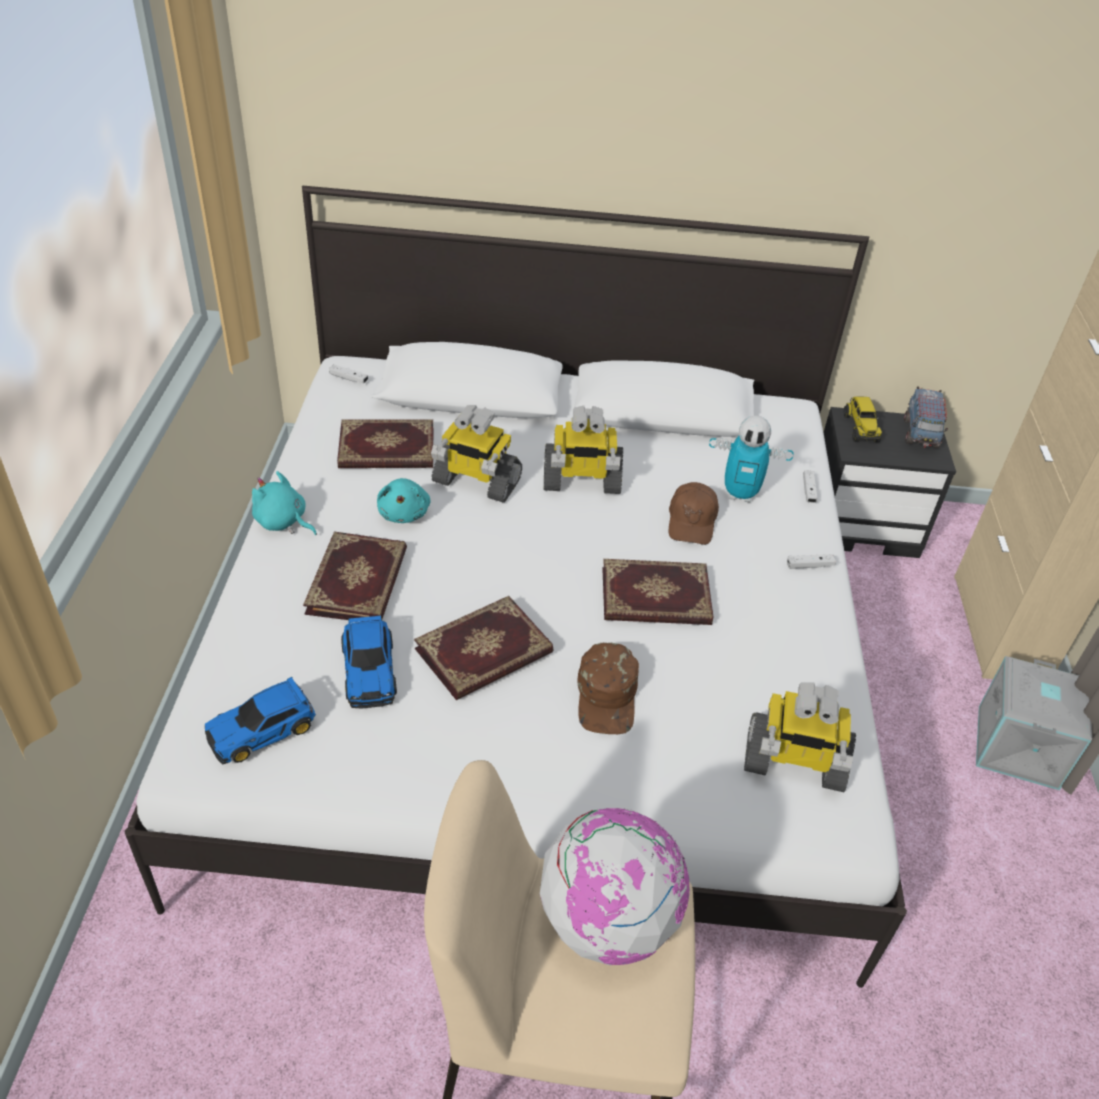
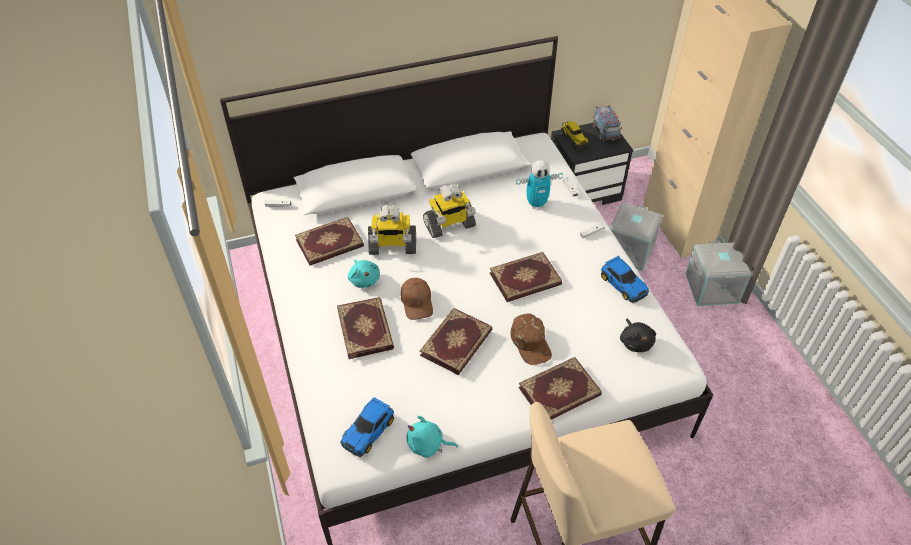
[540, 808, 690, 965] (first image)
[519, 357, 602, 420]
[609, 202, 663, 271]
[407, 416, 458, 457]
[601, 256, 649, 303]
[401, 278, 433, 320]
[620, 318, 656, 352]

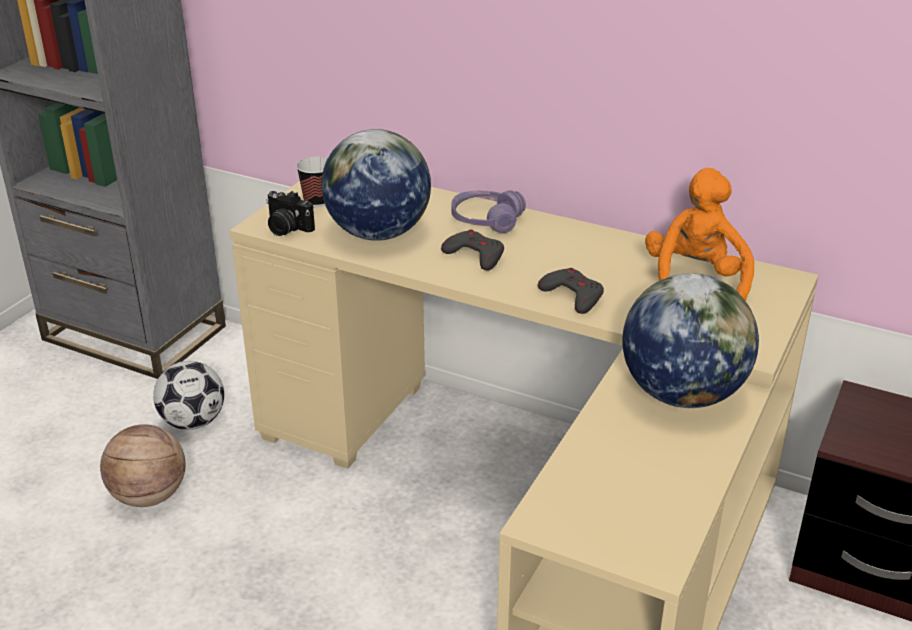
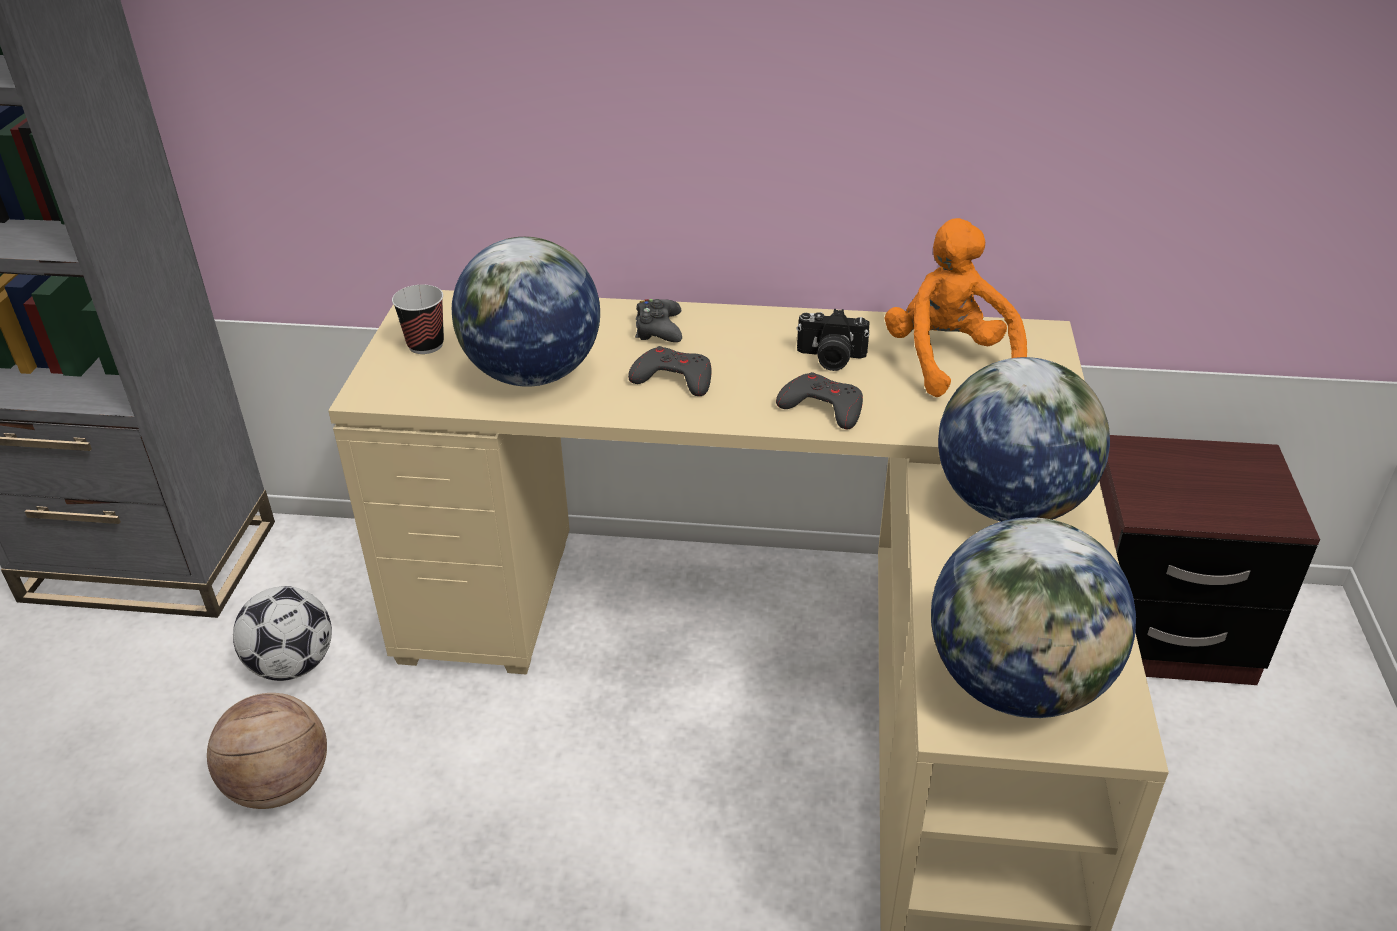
[931, 517, 1136, 718]
[797, 309, 870, 371]
[635, 299, 682, 342]

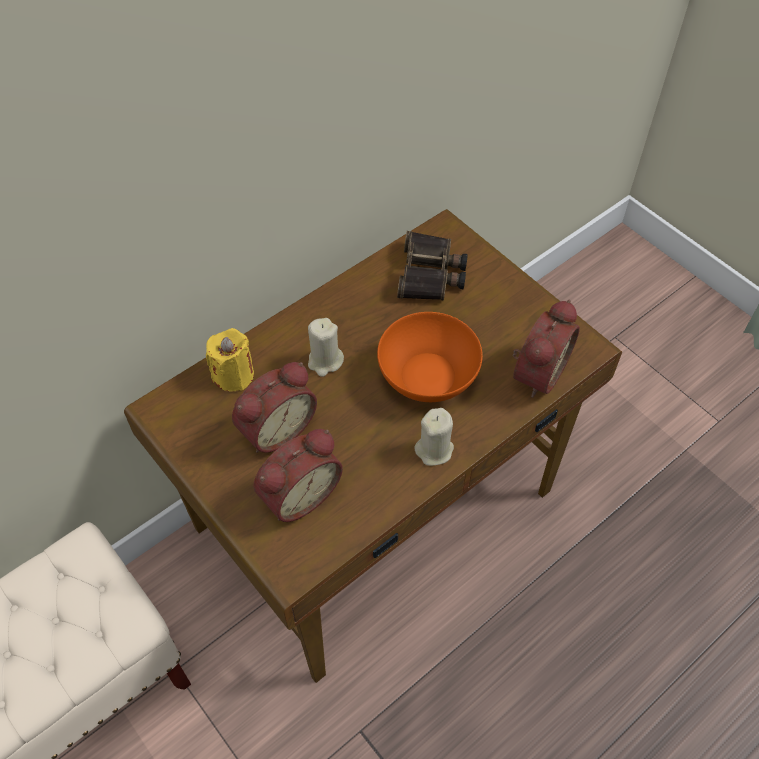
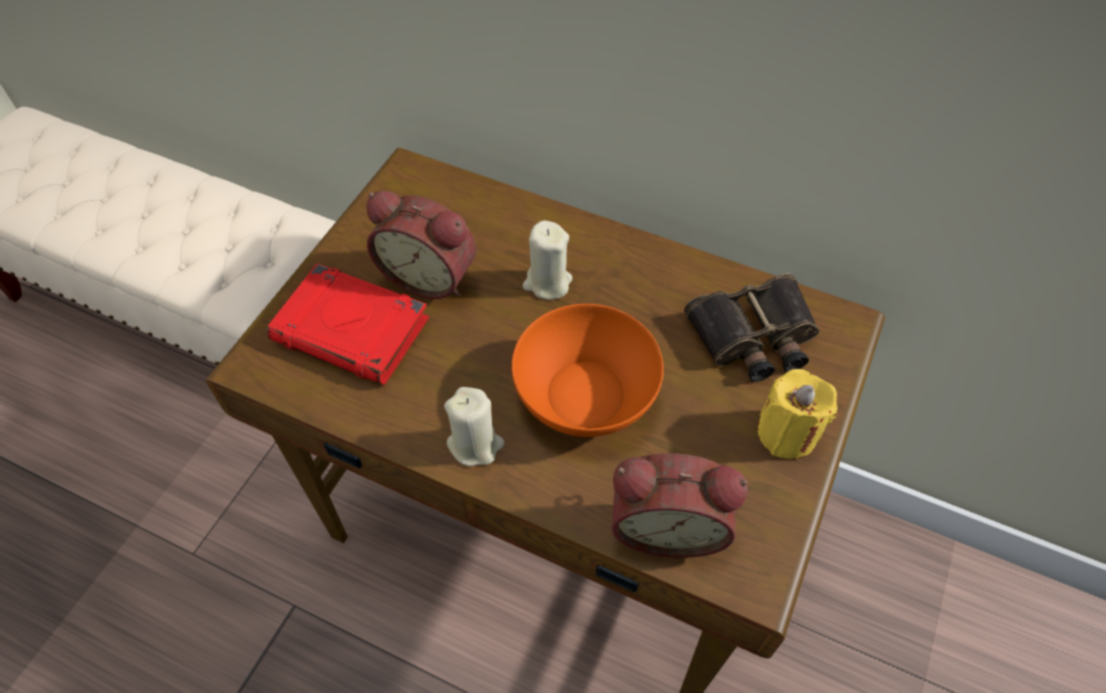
[758, 369, 838, 459]
[267, 263, 429, 385]

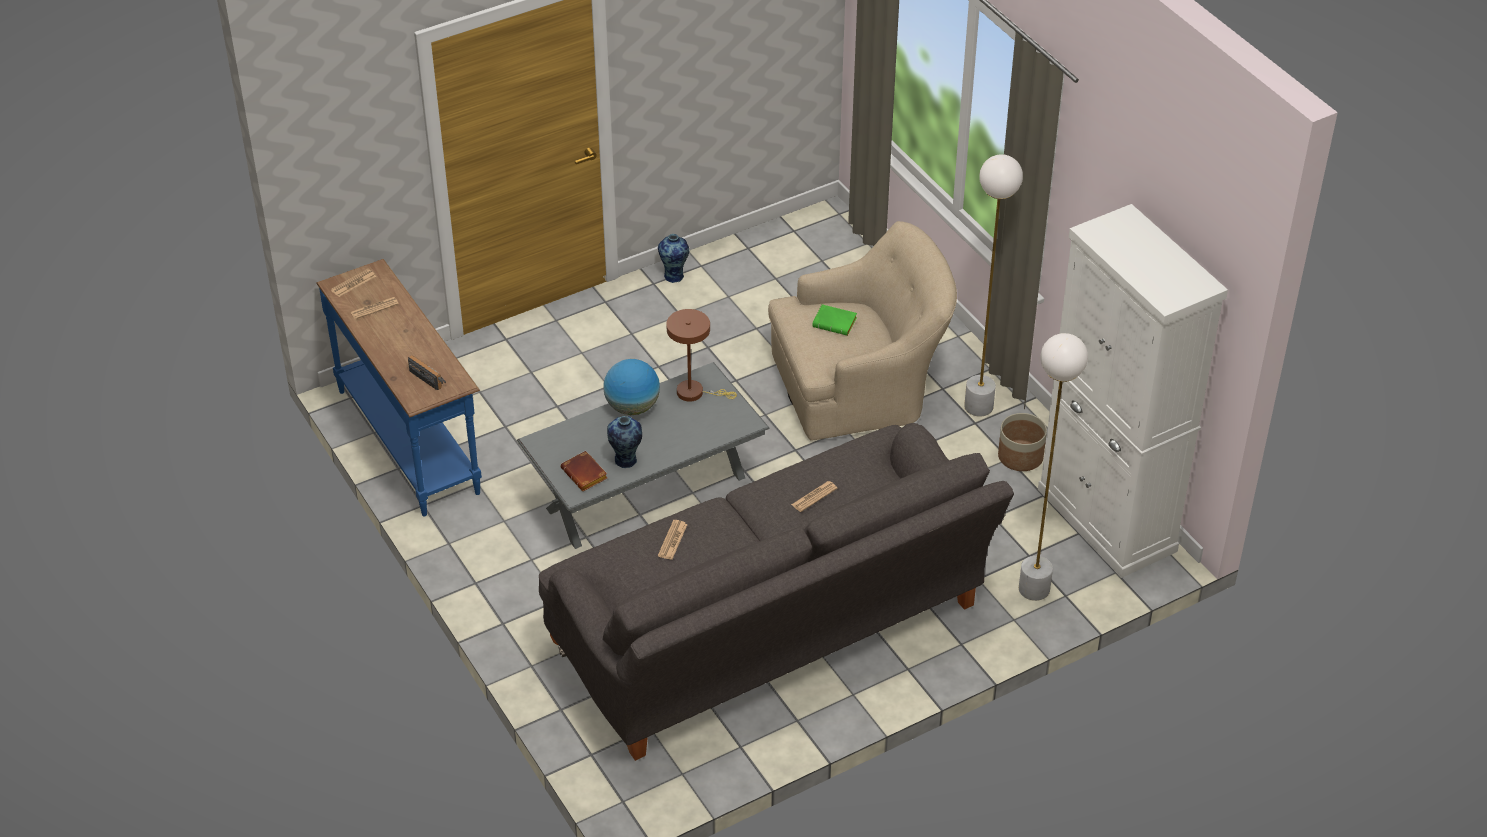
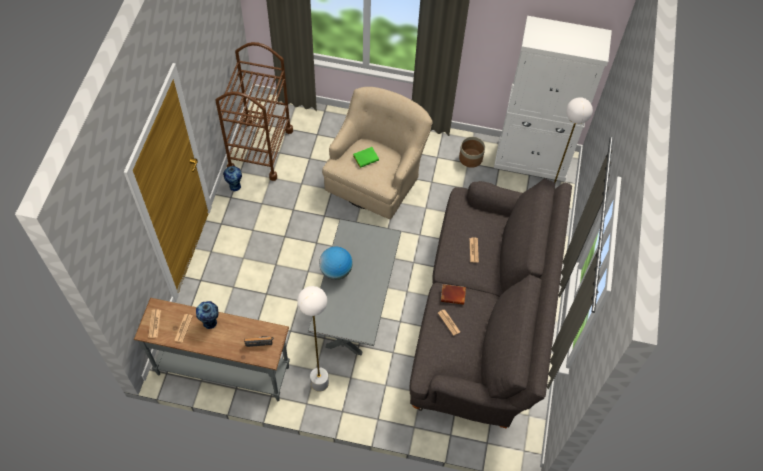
[666, 309, 737, 402] (first image)
[216, 42, 293, 181]
[441, 284, 466, 305]
[196, 301, 218, 329]
[297, 286, 329, 392]
[134, 298, 290, 401]

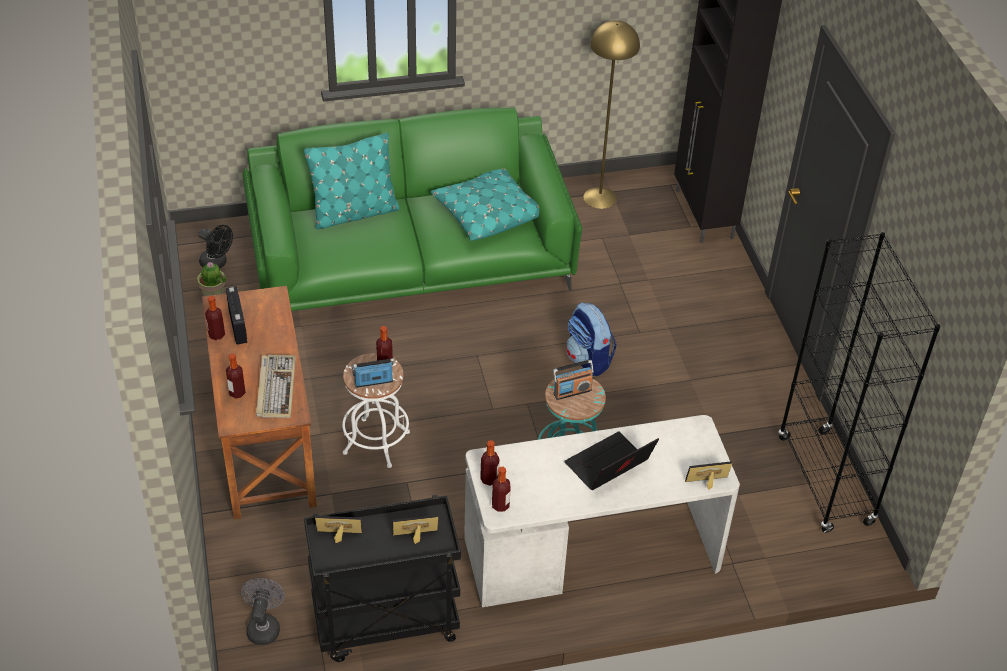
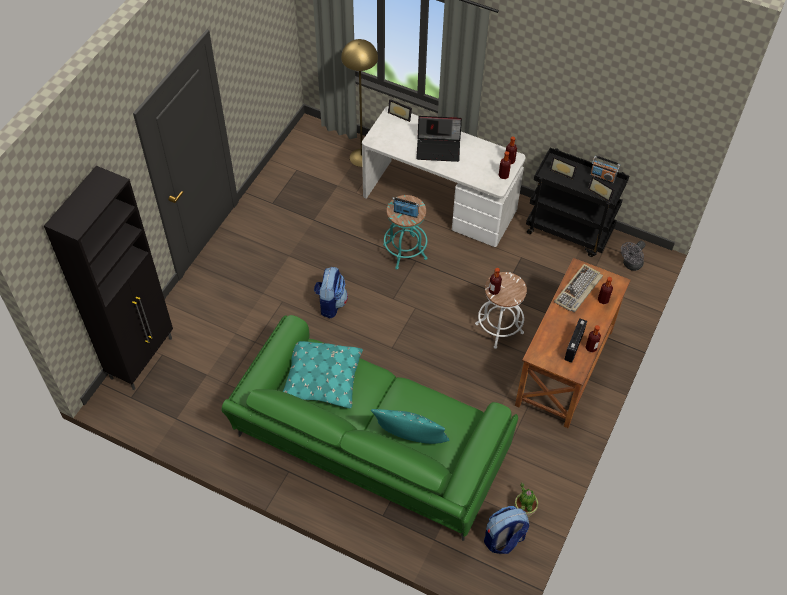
[778, 232, 941, 533] (first image)
[590, 155, 620, 183]
[341, 39, 378, 167]
[484, 506, 529, 554]

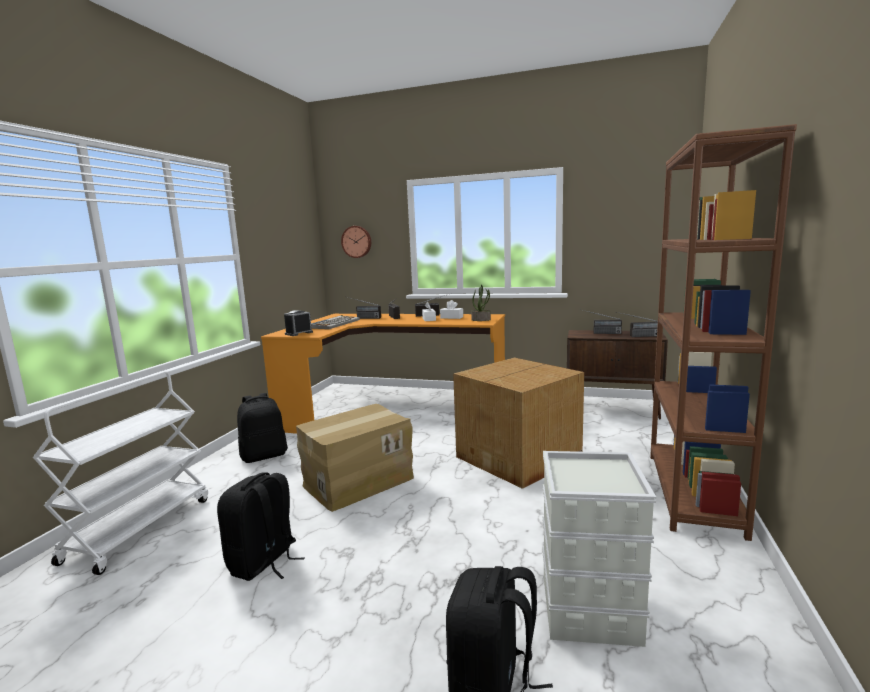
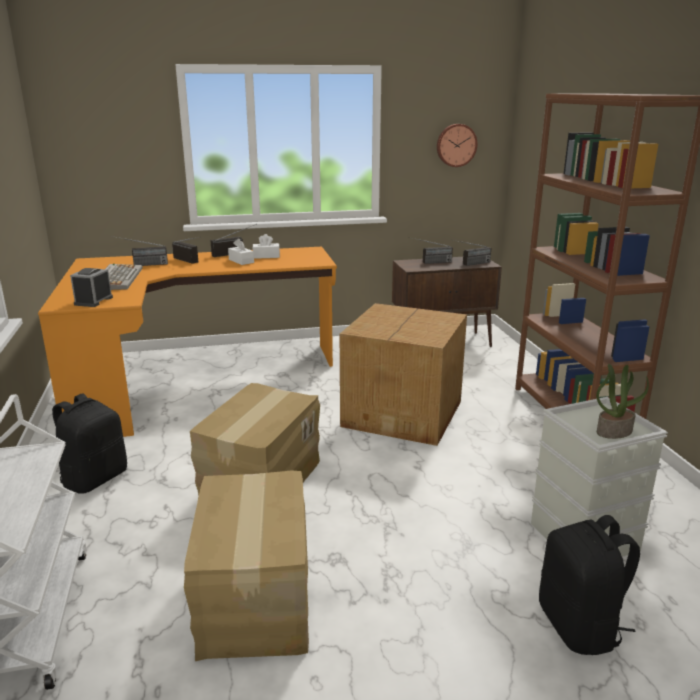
[437, 124, 477, 167]
[596, 364, 649, 439]
[184, 470, 309, 661]

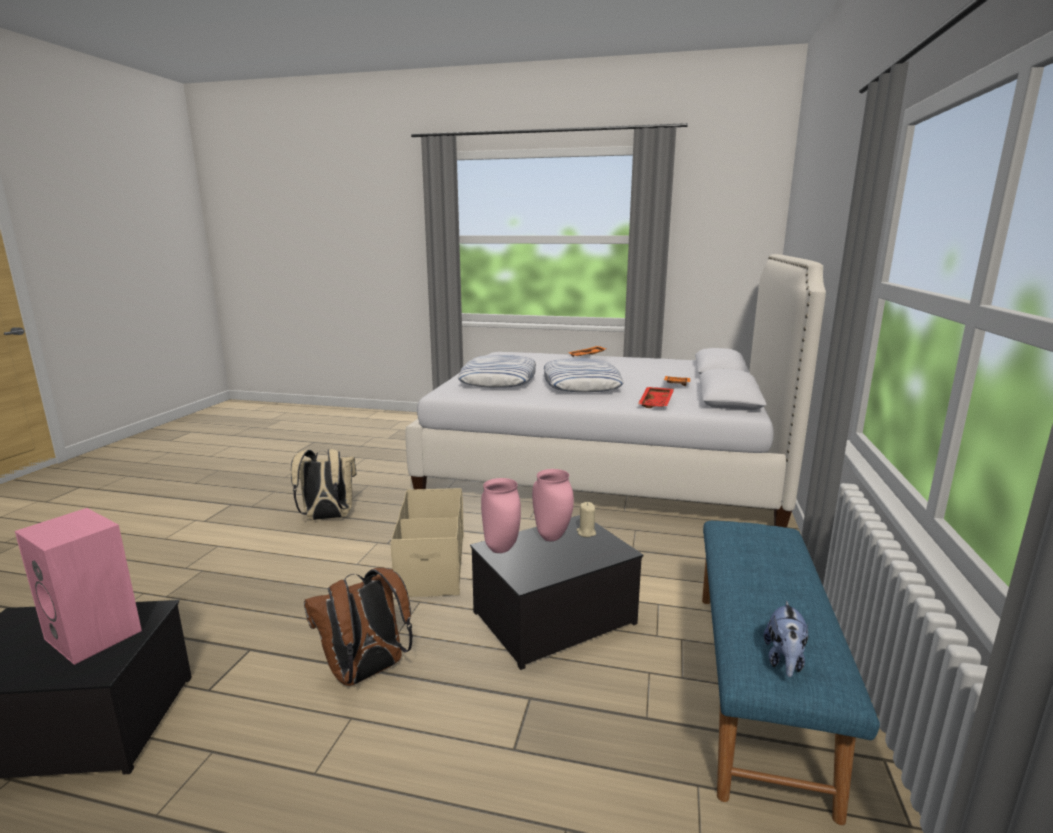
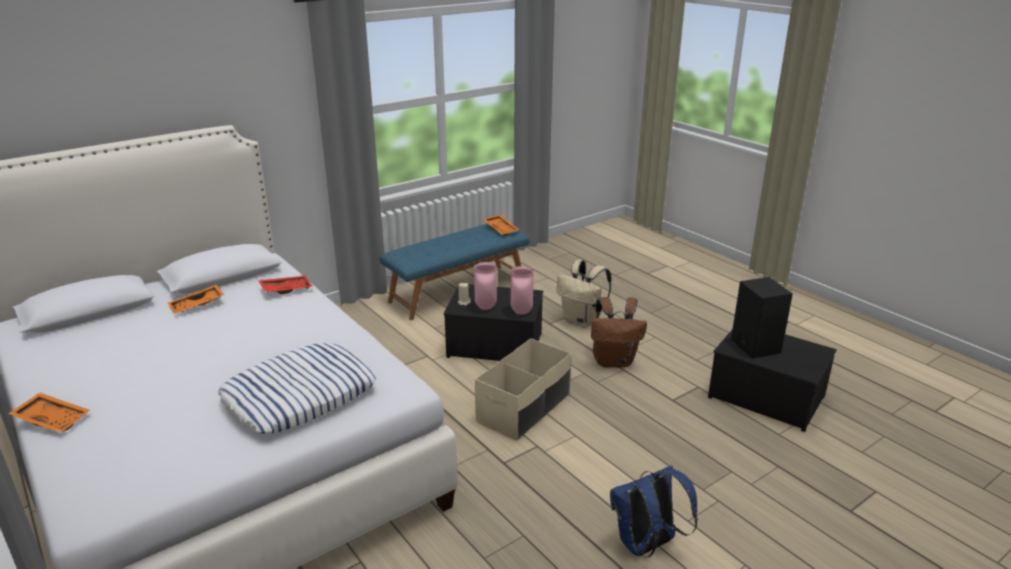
[544, 358, 624, 392] (first image)
[610, 465, 698, 558]
[556, 260, 611, 327]
[483, 215, 519, 236]
[731, 277, 793, 358]

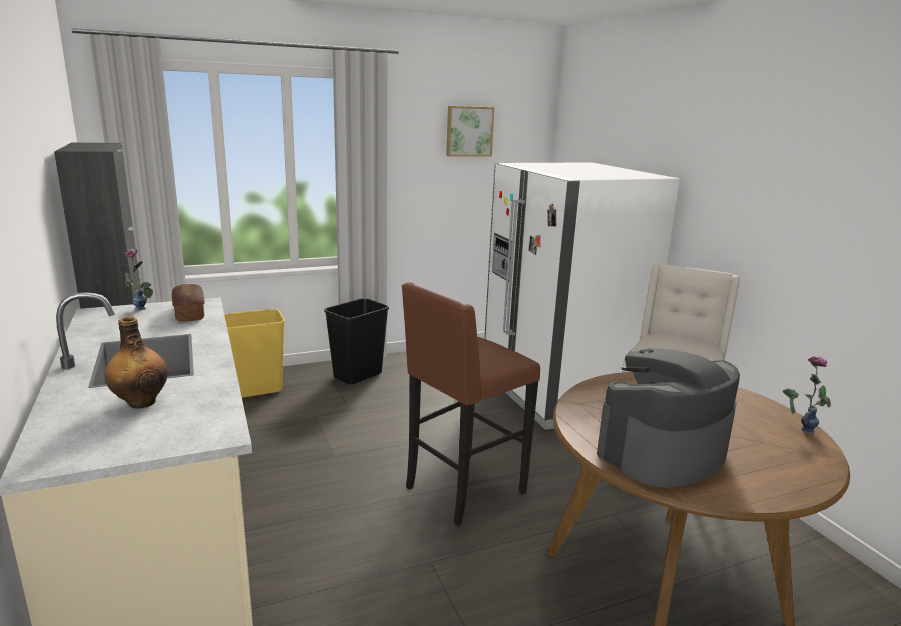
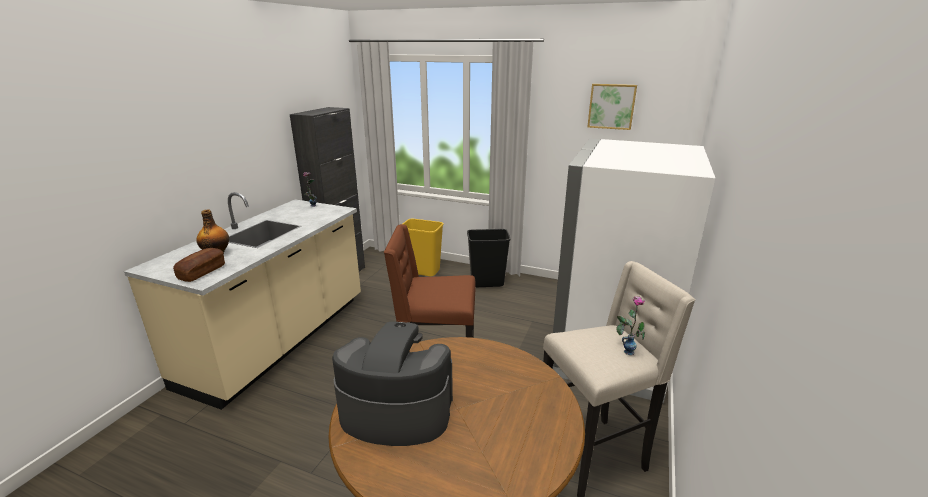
[173, 248, 225, 282]
[616, 296, 645, 355]

